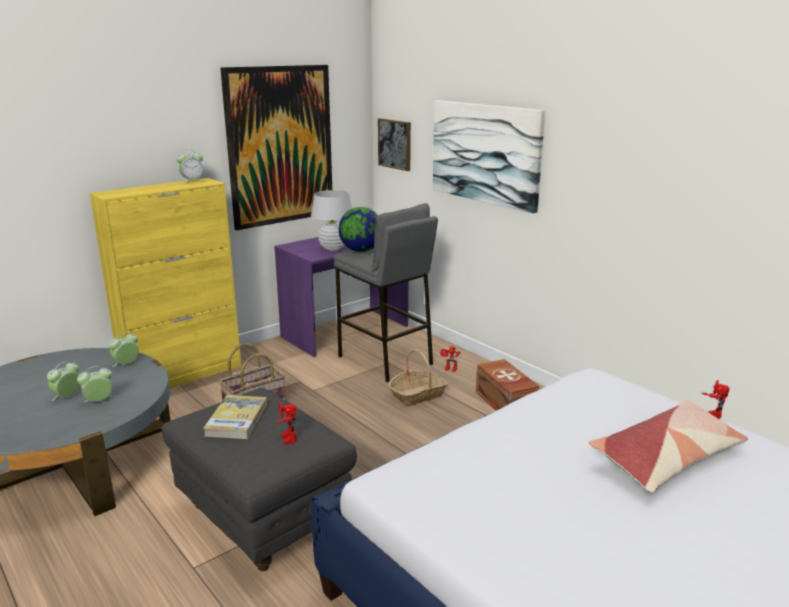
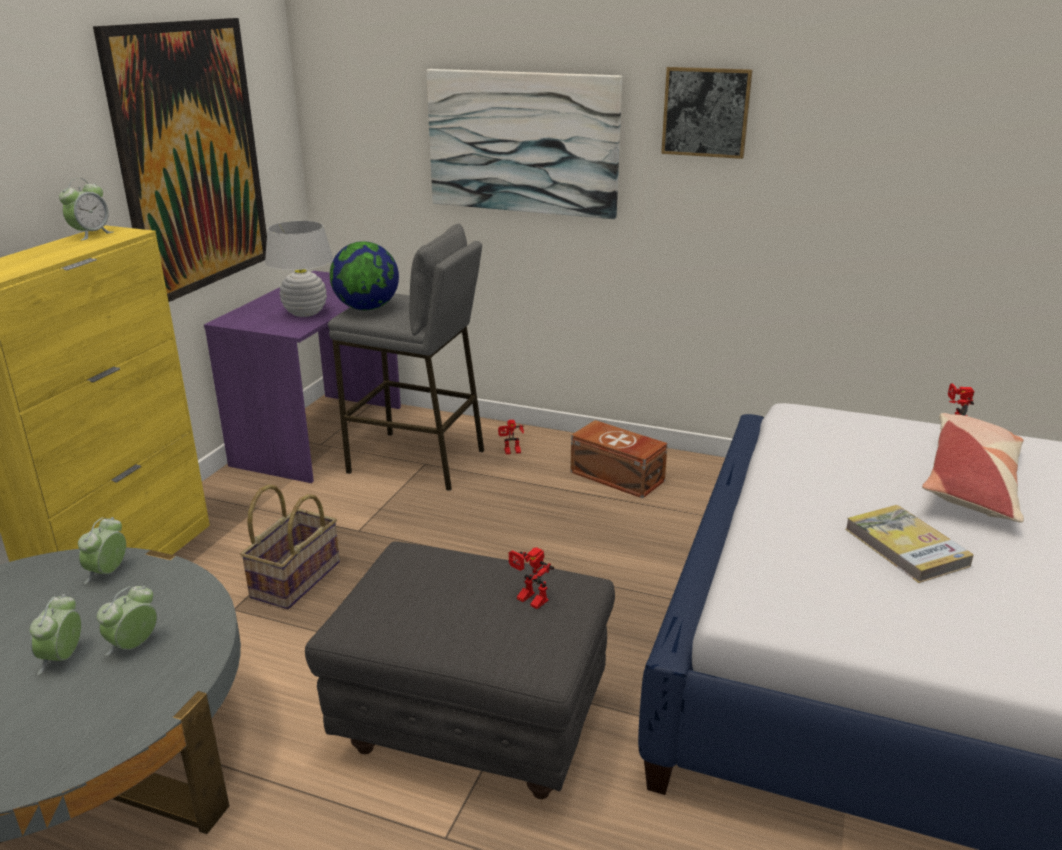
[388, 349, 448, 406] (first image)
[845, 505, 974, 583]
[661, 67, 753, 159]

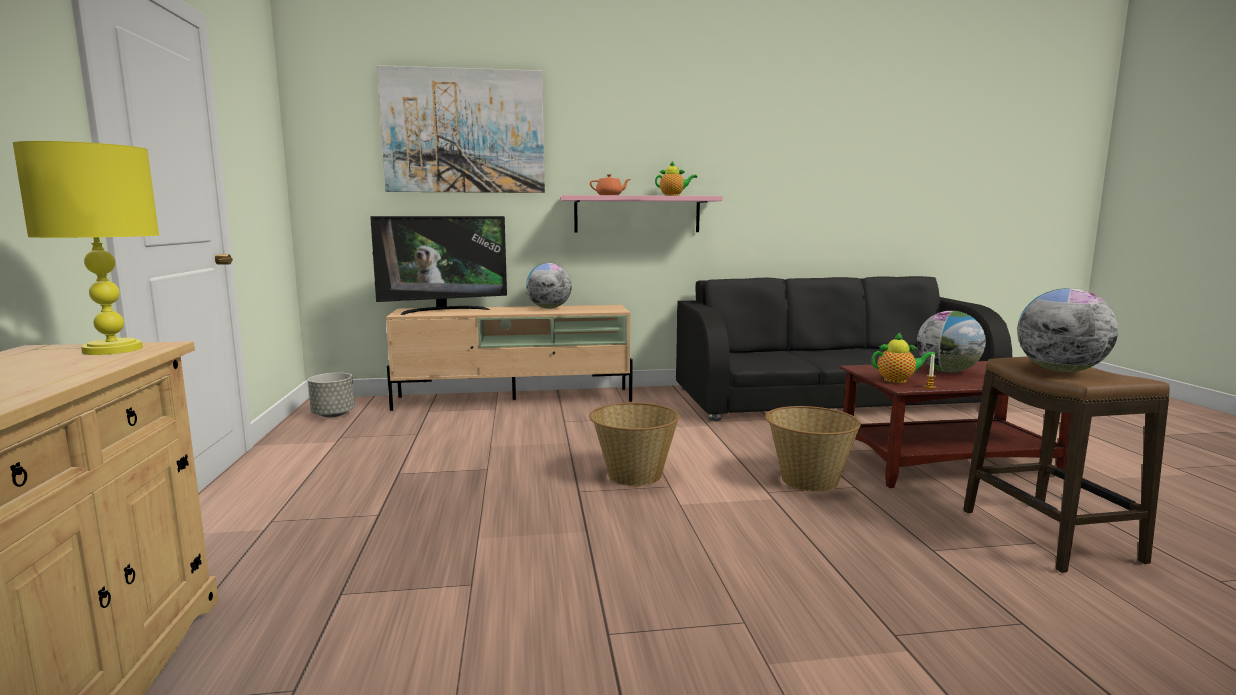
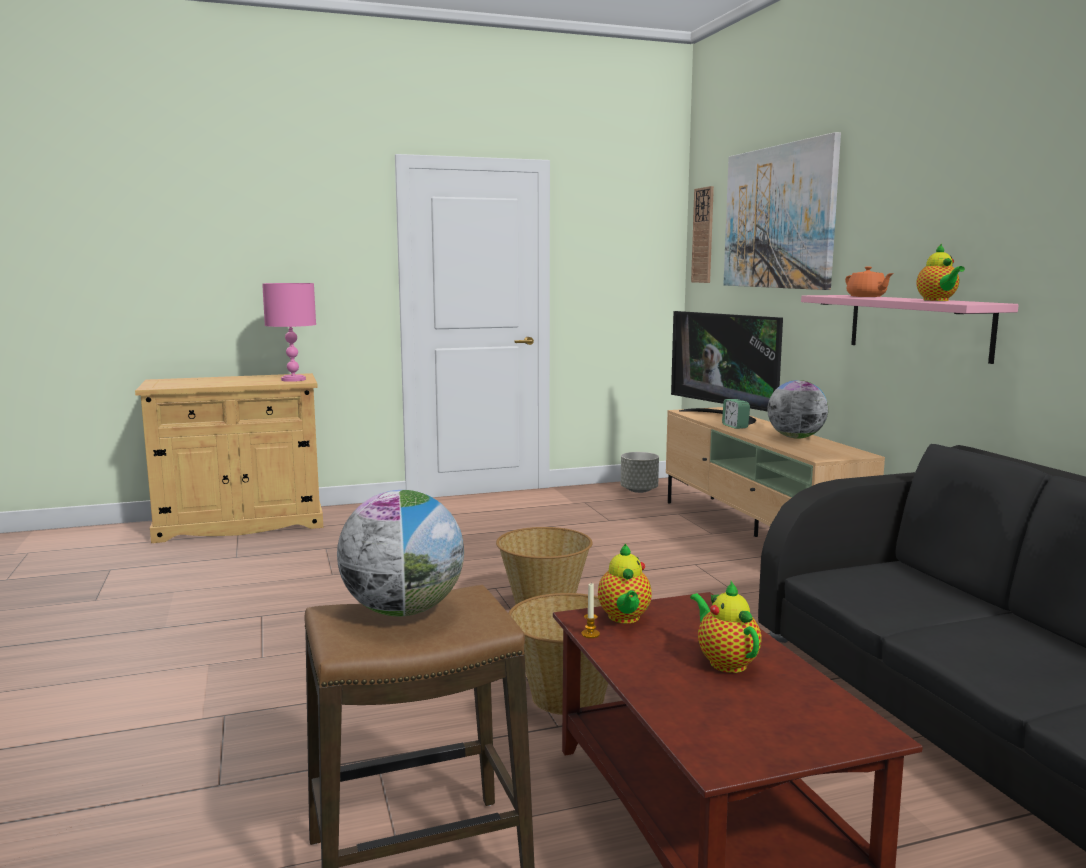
[691, 186, 714, 283]
[722, 399, 750, 429]
[690, 581, 762, 673]
[262, 283, 316, 382]

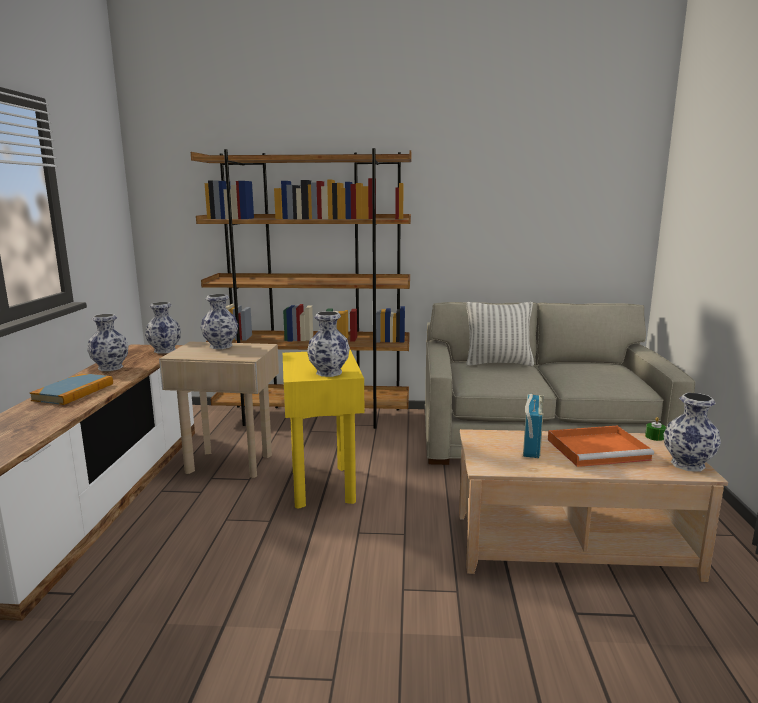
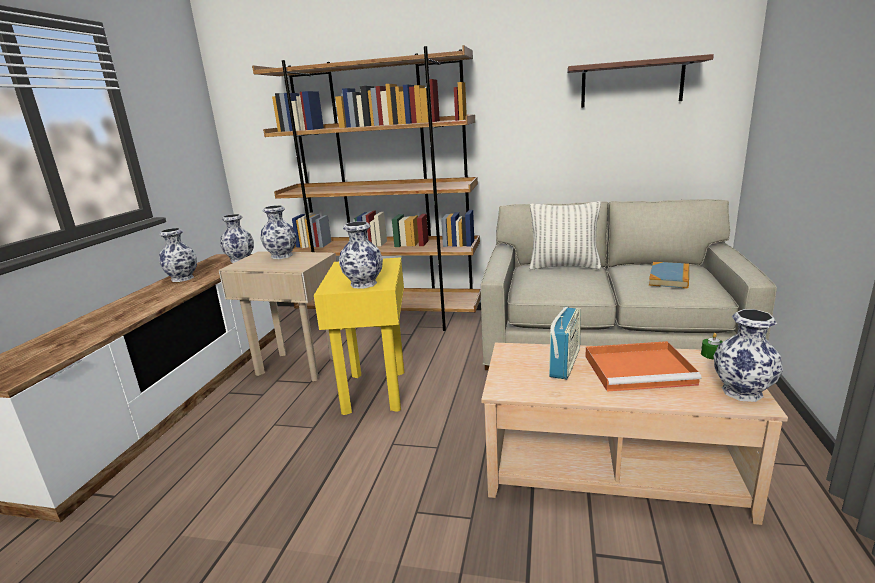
[567, 54, 714, 108]
[649, 262, 689, 289]

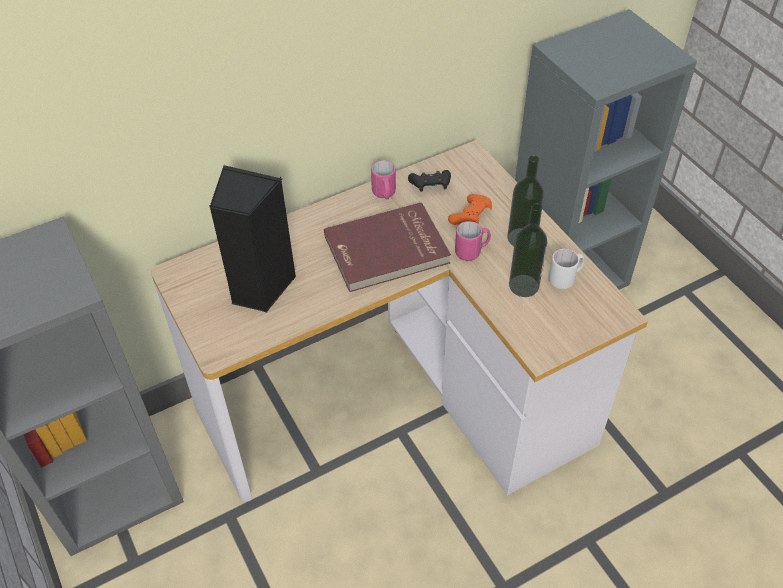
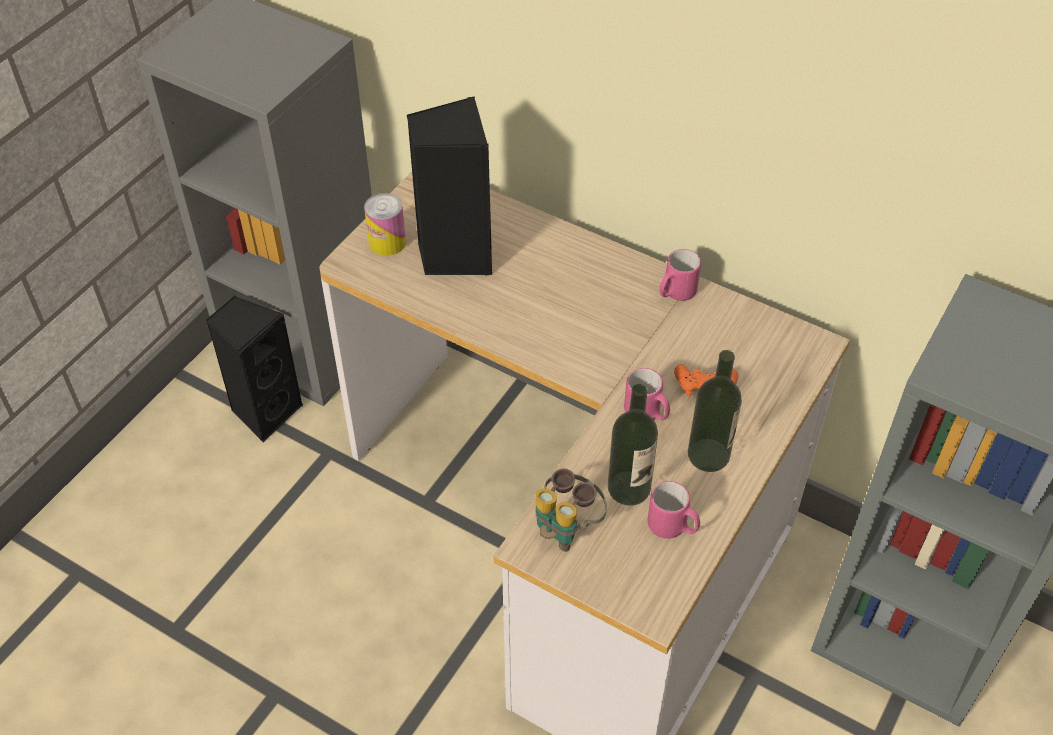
[324, 202, 451, 292] (first image)
[408, 170, 451, 192] (first image)
[206, 296, 303, 442]
[364, 193, 406, 256]
[535, 468, 607, 552]
[648, 481, 700, 539]

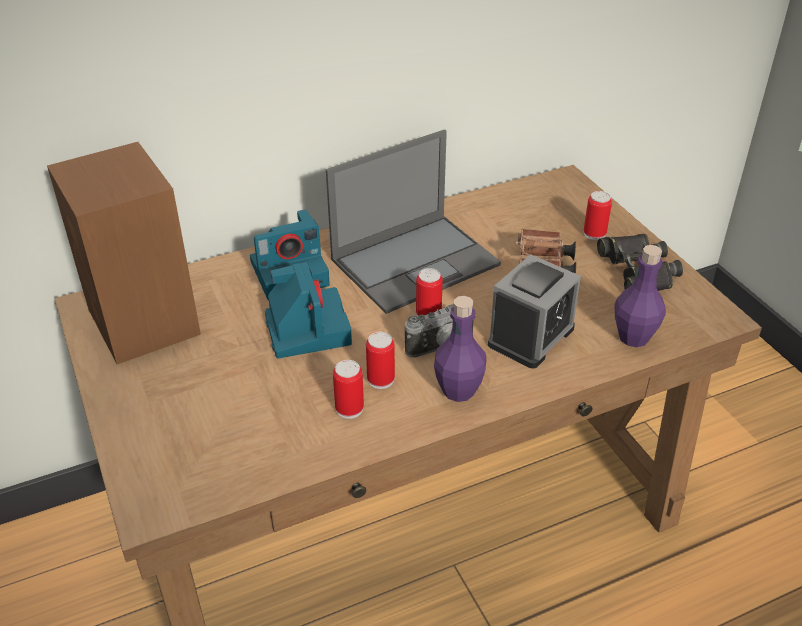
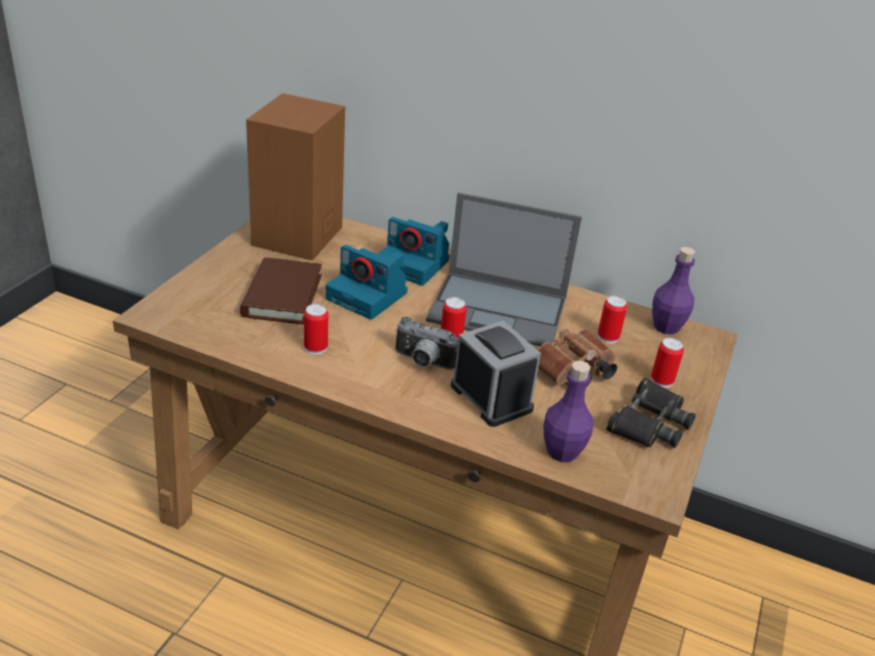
[240, 258, 322, 324]
[598, 296, 627, 344]
[652, 247, 695, 334]
[326, 245, 408, 320]
[451, 321, 541, 427]

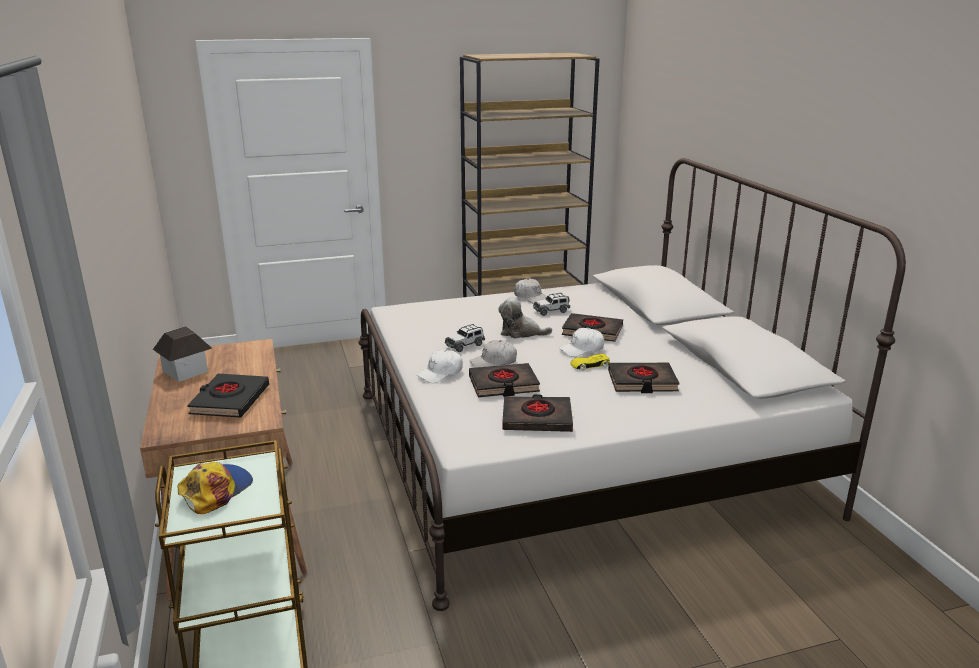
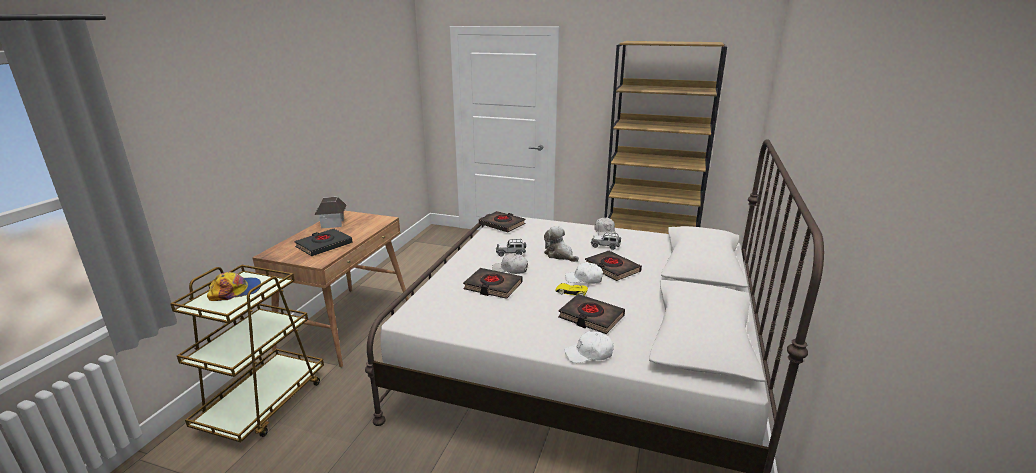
[564, 331, 614, 363]
[479, 211, 525, 232]

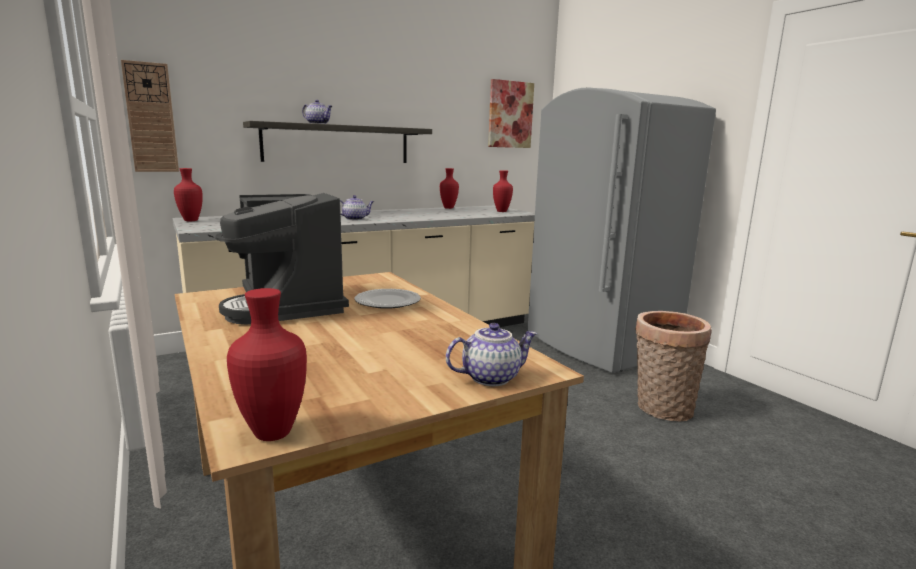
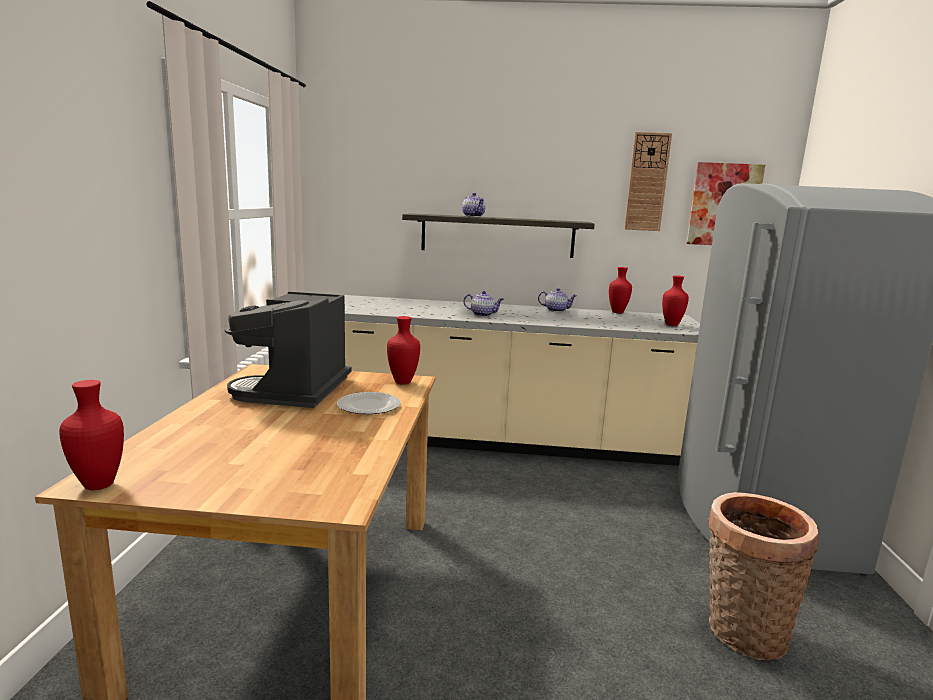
[624, 132, 672, 231]
[387, 316, 420, 385]
[538, 288, 577, 312]

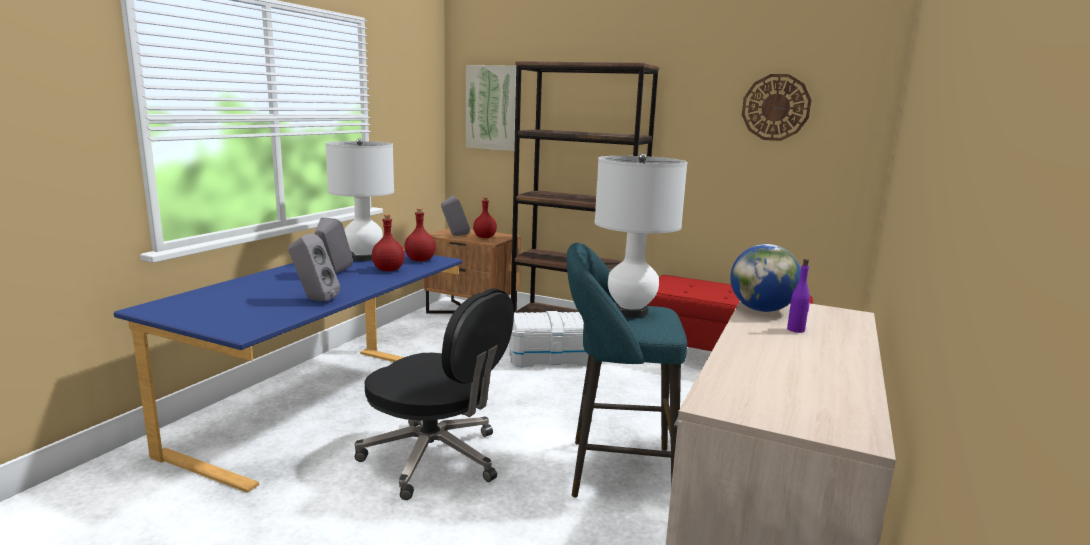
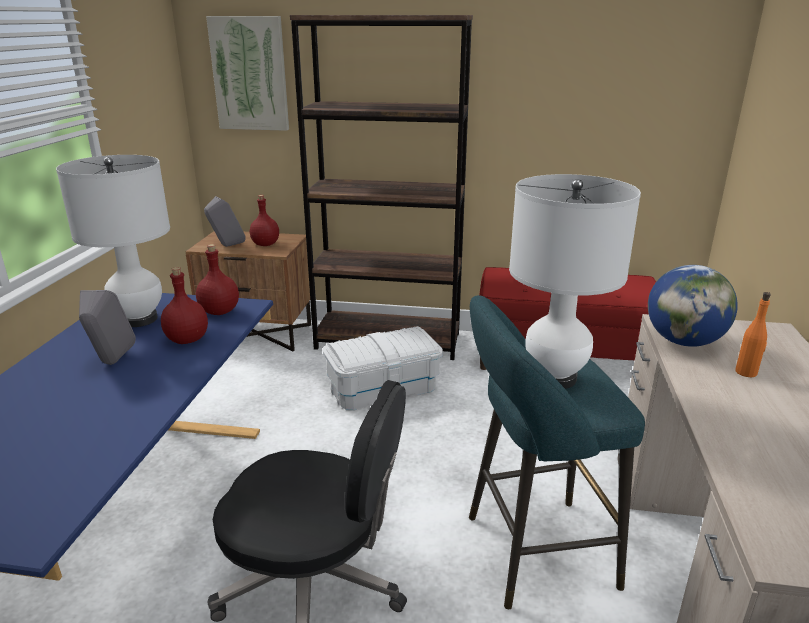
[288, 233, 340, 301] (first image)
[742, 74, 811, 141] (first image)
[735, 292, 771, 377]

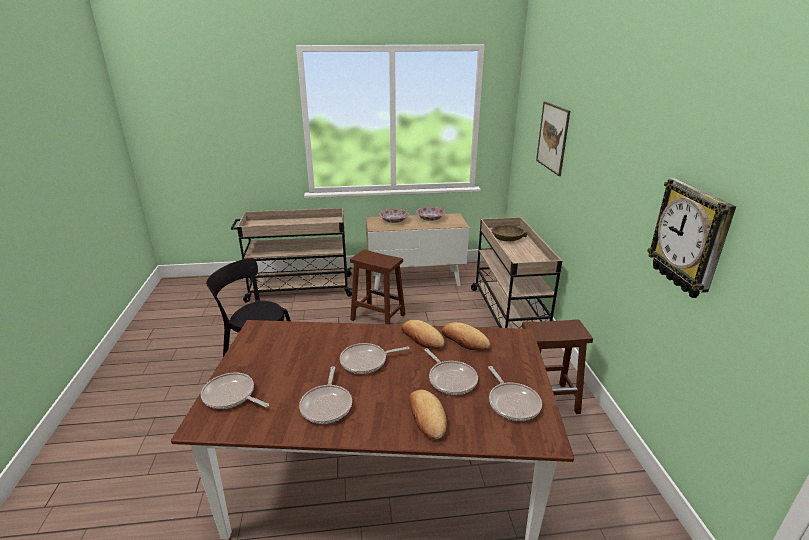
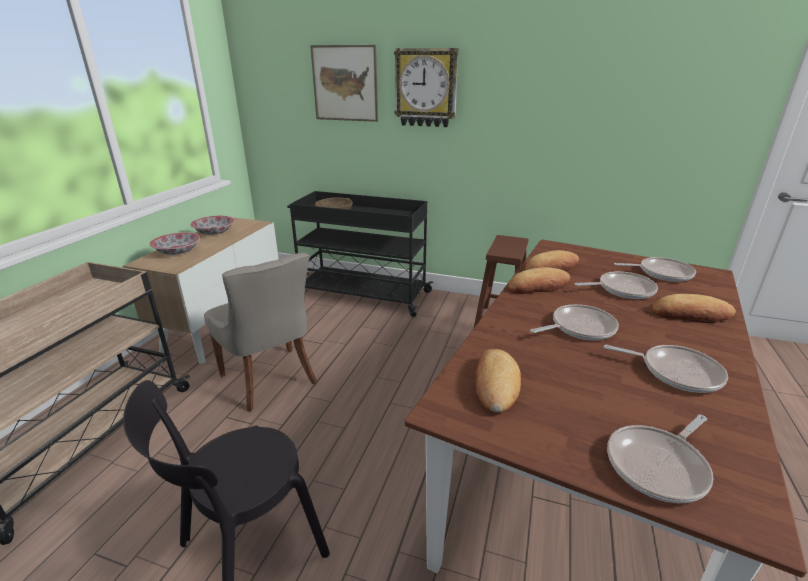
[475, 349, 521, 413]
[394, 48, 459, 127]
[204, 253, 317, 412]
[287, 191, 434, 317]
[530, 304, 619, 340]

